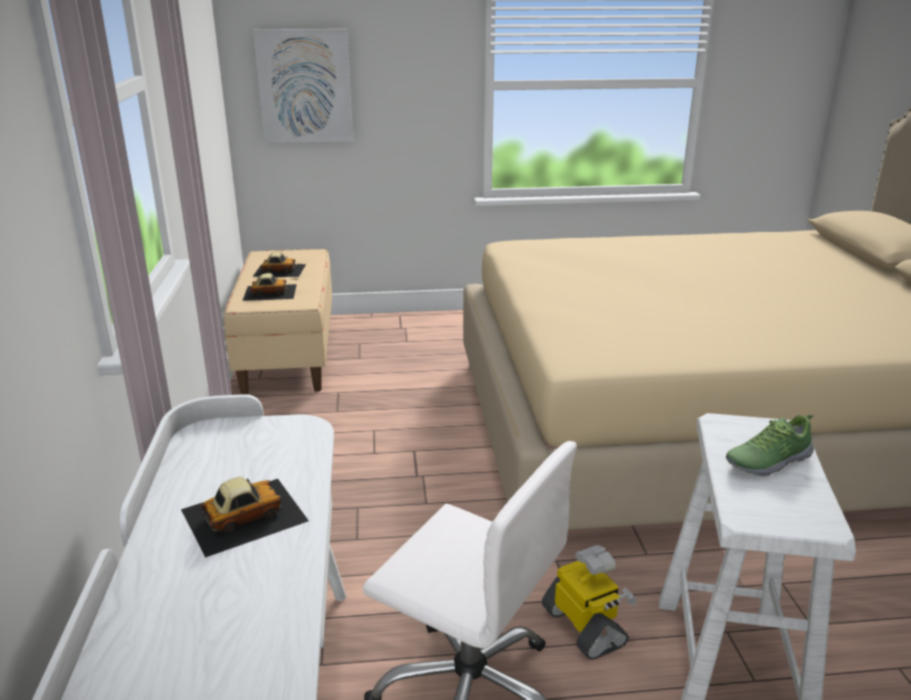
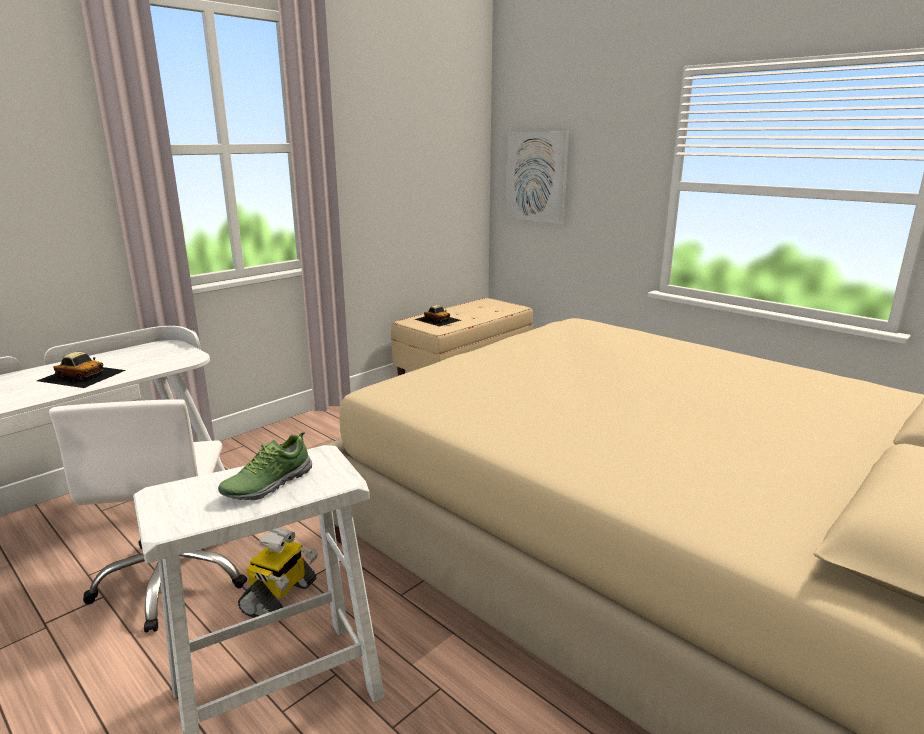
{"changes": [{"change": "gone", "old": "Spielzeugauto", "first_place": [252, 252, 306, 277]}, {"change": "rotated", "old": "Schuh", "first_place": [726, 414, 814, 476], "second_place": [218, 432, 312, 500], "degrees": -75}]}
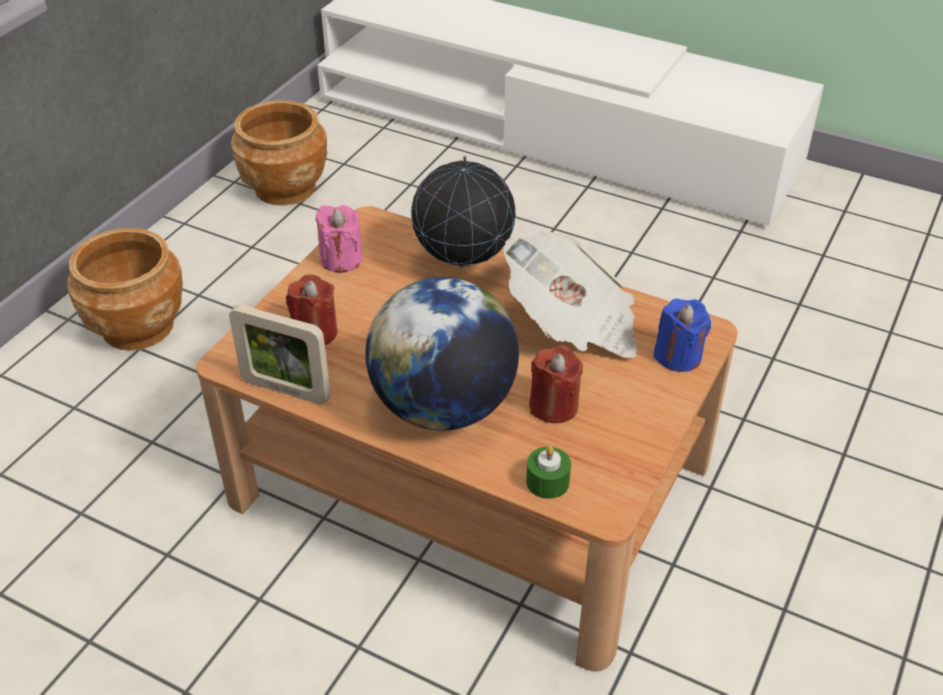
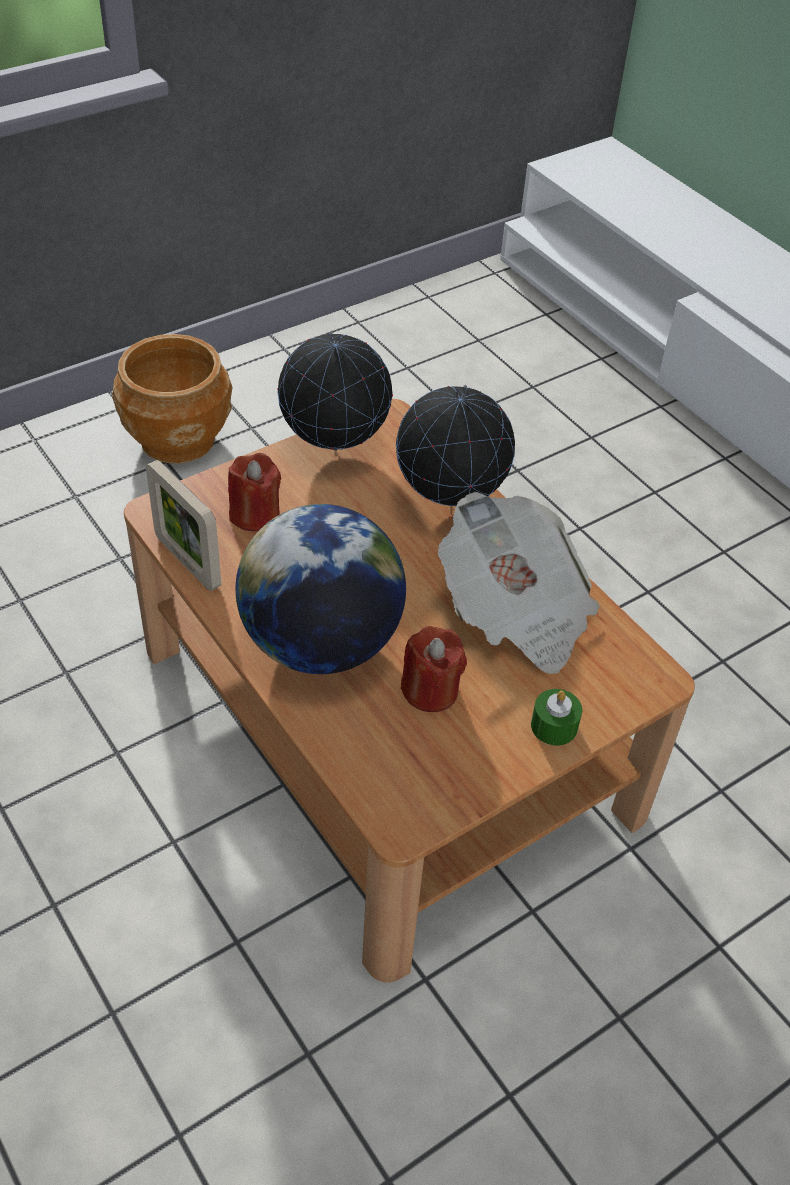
{"changes": [{"change": "gone", "old": "Pflanzkübel (braun)", "first_place": [231, 100, 328, 206]}, {"change": "swapped", "old": "Kerze (rosa)", "new": "Globus", "first_place": [315, 205, 363, 273], "second_place": [277, 331, 393, 451]}, {"change": "gone", "old": "Kerze (blau)", "first_place": [653, 298, 711, 372]}, {"change": "shifted", "old": "Kerze (grün)", "first_place": [526, 446, 571, 499], "second_place": [531, 689, 582, 746]}]}
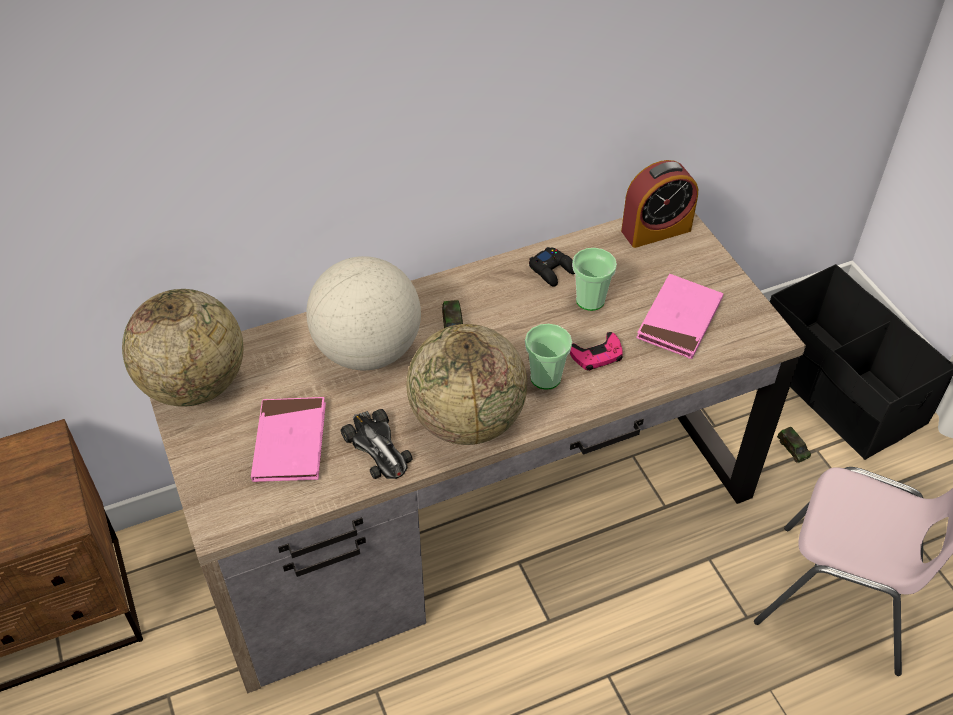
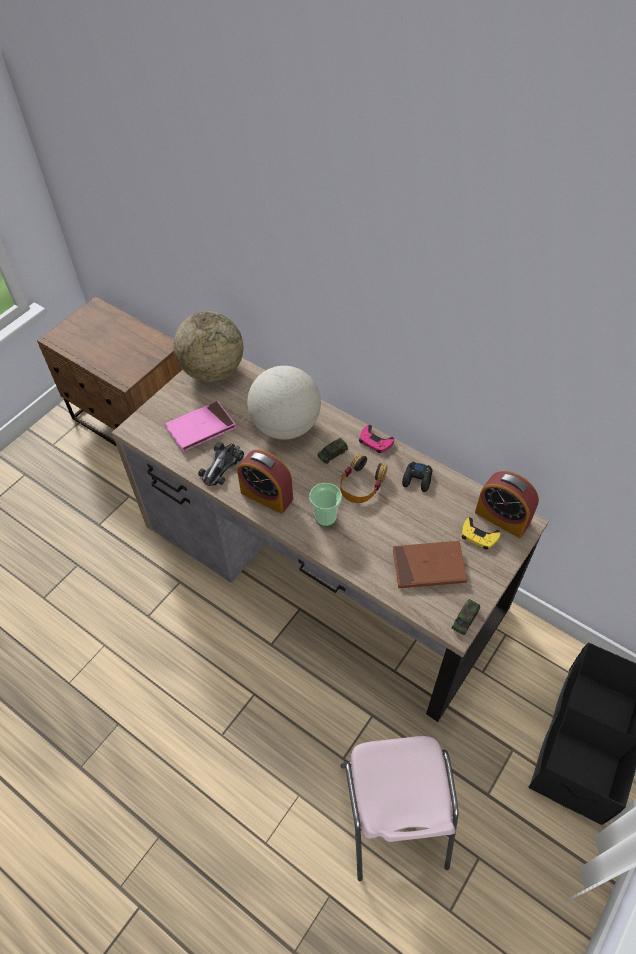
{"changes": [{"change": "gone", "old": "Tasse", "first_place": [572, 248, 617, 311]}, {"change": "repainted", "old": "Buch (rosa)", "new": "Buch (braun)", "first_place": [636, 274, 723, 359], "second_place": [393, 541, 467, 588]}, {"change": "swapped", "old": "Globus", "new": "Wecker", "first_place": [407, 324, 527, 445], "second_place": [237, 449, 293, 514]}, {"change": "shifted", "old": "Gamepad (rosa)", "first_place": [570, 332, 623, 371], "second_place": [359, 425, 394, 453]}, {"change": "shifted", "old": "Spielzeugauto", "first_place": [777, 427, 811, 463], "second_place": [451, 599, 480, 635]}, {"change": "new", "new": "Kopfhörer", "second_place": [340, 454, 387, 503]}, {"change": "new", "new": "Gamepad (gelb)", "second_place": [462, 517, 500, 550]}]}
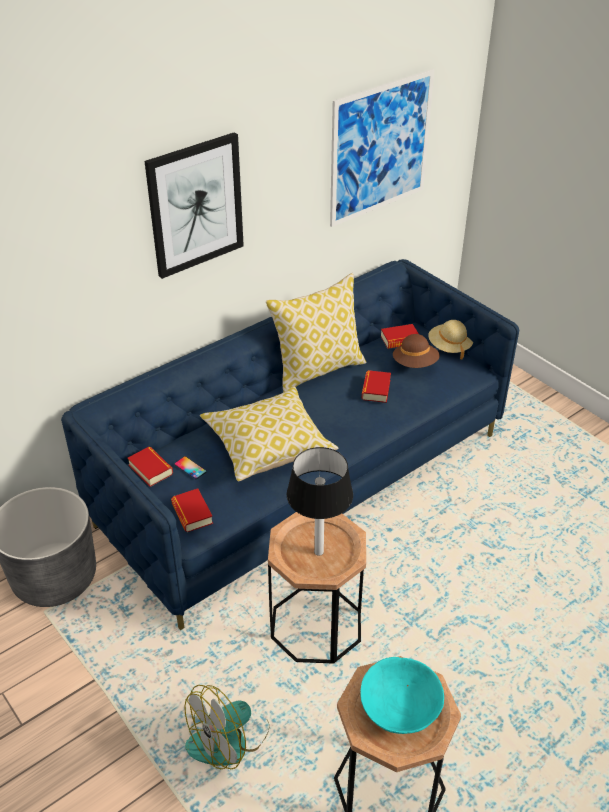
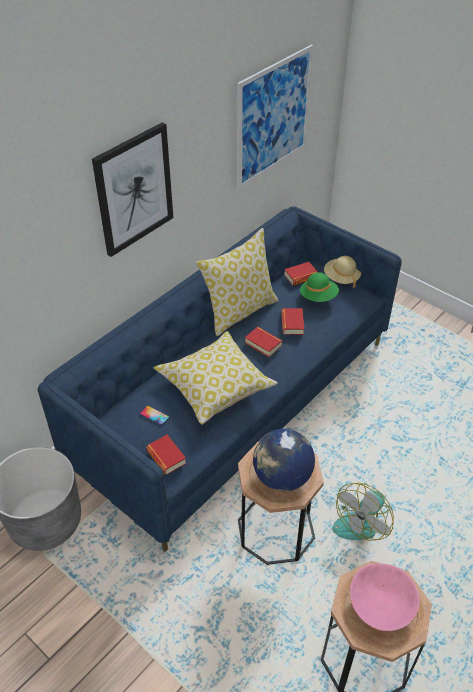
{"changes": [{"change": "repainted", "old": "Hut (braun)", "new": "Hut (grün)", "first_place": [393, 334, 440, 368], "second_place": [300, 272, 339, 302]}, {"change": "shifted", "old": "Buch", "first_place": [127, 447, 173, 487], "second_place": [245, 327, 283, 357]}, {"change": "swapped", "old": "Tischlampe", "new": "Globus", "first_place": [287, 447, 353, 556], "second_place": [253, 429, 315, 492]}, {"change": "repainted", "old": "Schüssel (türkis)", "new": "Schüssel (rosa)", "first_place": [360, 657, 444, 734], "second_place": [350, 564, 420, 631]}, {"change": "shifted", "old": "Ventilator", "first_place": [184, 685, 269, 769], "second_place": [332, 483, 394, 541]}]}
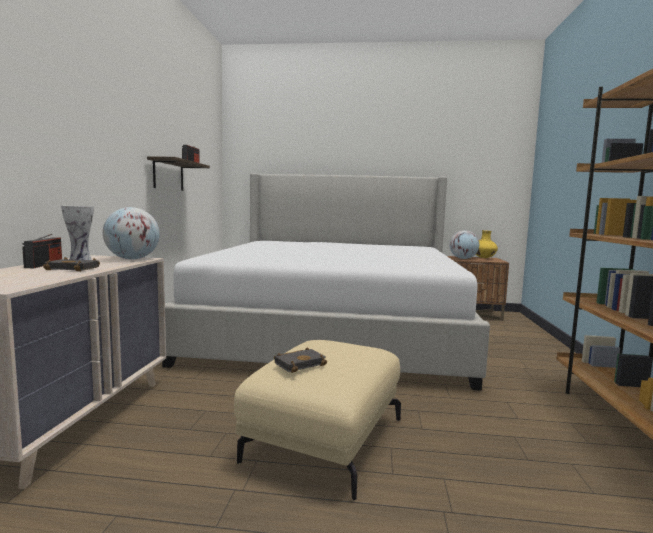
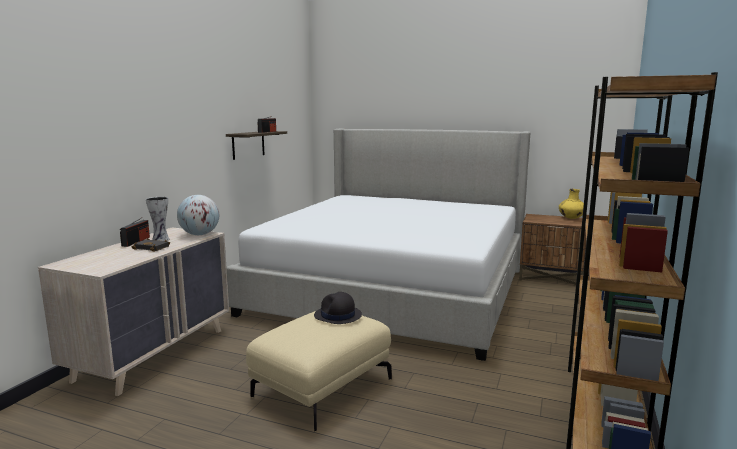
{"changes": [{"change": "gone", "old": "Globus", "first_place": [450, 231, 479, 259]}, {"change": "gone", "old": "Buch (schwarz)", "first_place": [274, 347, 327, 373]}, {"change": "new", "new": "Hut (schwarz)", "second_place": [314, 292, 362, 324]}]}
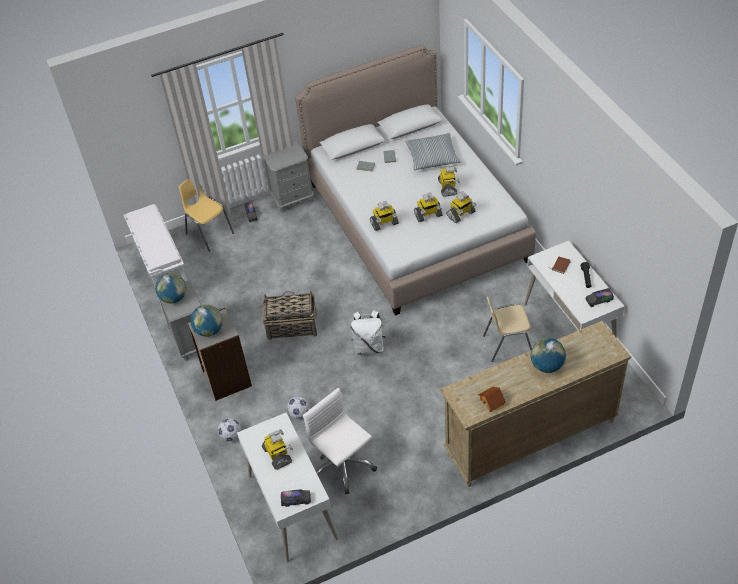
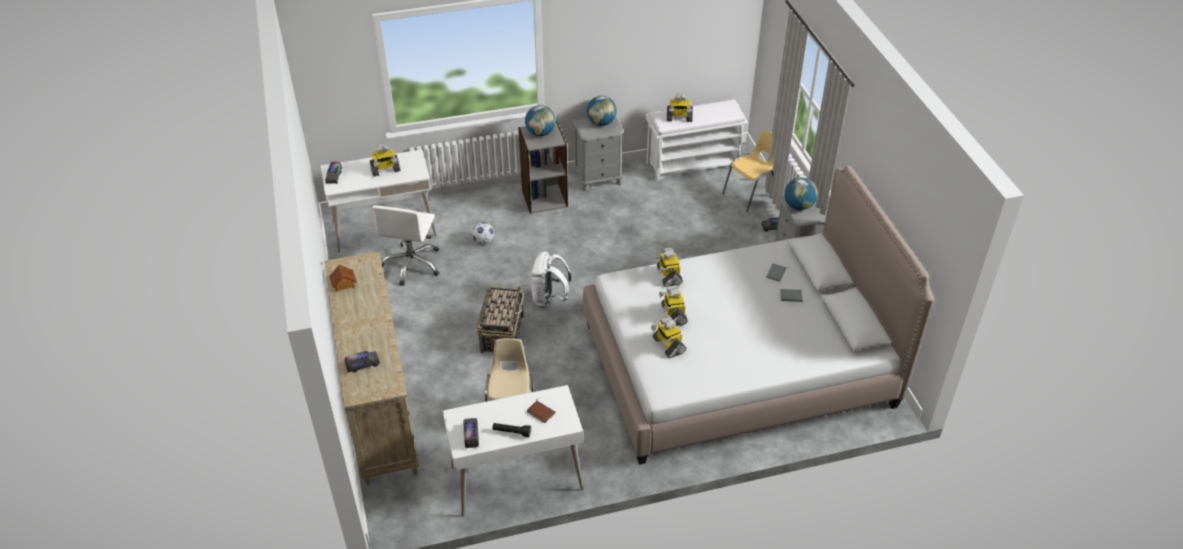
{"changes": [{"change": "gone", "old": "Kissen", "first_place": [405, 133, 461, 170]}, {"change": "shifted", "old": "Spielzeugroboter", "first_place": [438, 164, 460, 197], "second_place": [667, 92, 693, 122]}, {"change": "shifted", "old": "Korb", "first_place": [262, 291, 317, 340], "second_place": [477, 286, 524, 353]}, {"change": "shifted", "old": "Globus", "first_place": [530, 338, 566, 373], "second_place": [784, 177, 818, 210]}, {"change": "rotated", "old": "Bürostuhl (weiß)", "first_place": [303, 388, 377, 494], "second_place": [372, 205, 439, 286], "degrees": 135}, {"change": "gone", "old": "Fußball", "first_place": [218, 418, 241, 442]}, {"change": "new", "new": "Spielzeuglaster", "second_place": [345, 351, 380, 373]}]}
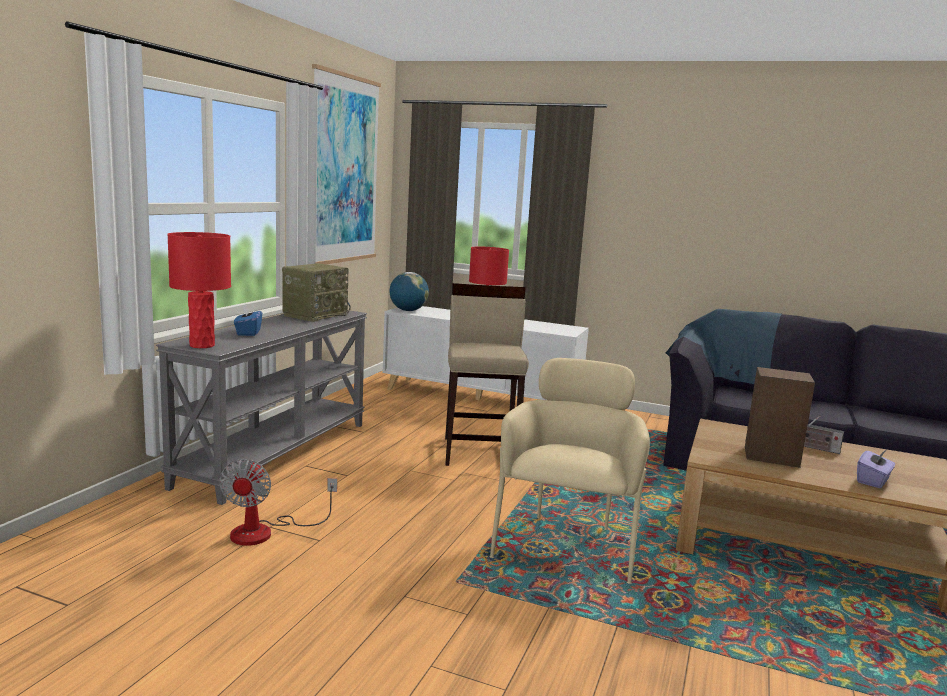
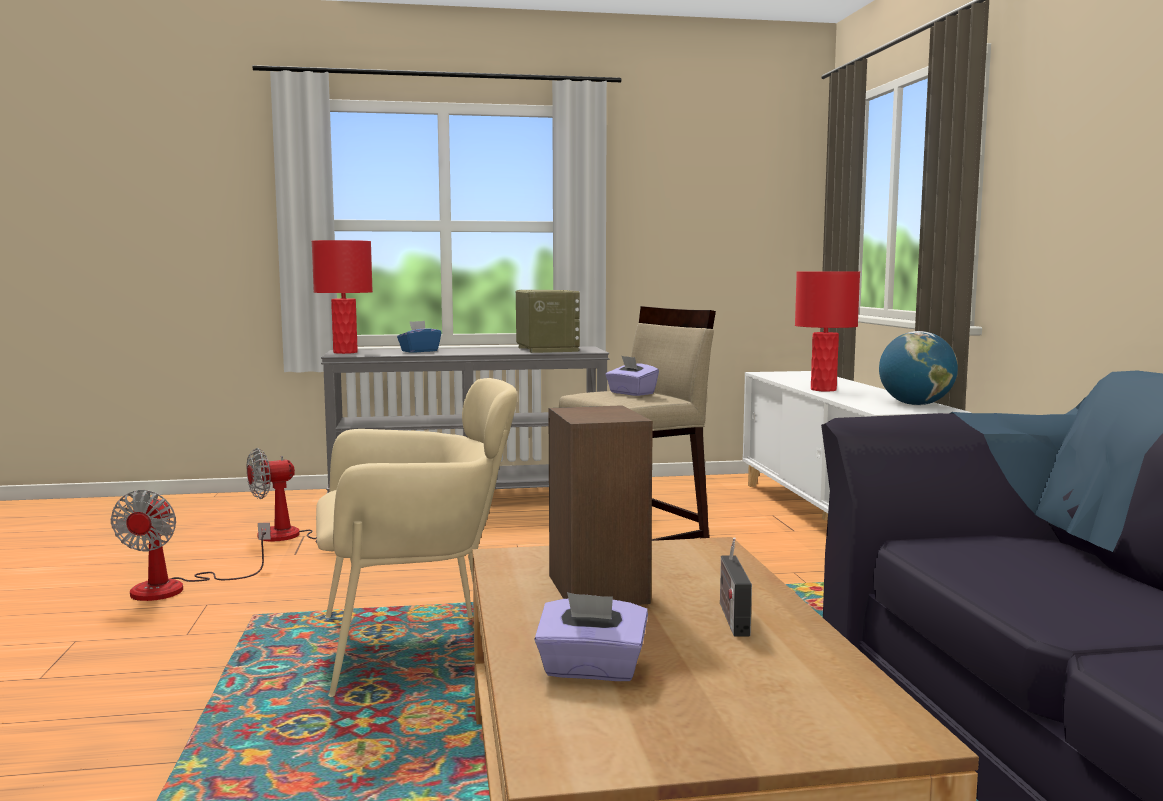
{"changes": [{"change": "gone", "old": "Bild", "first_place": [312, 64, 381, 264]}, {"change": "rotated", "old": "Radio", "first_place": [282, 263, 351, 322], "second_place": [516, 290, 580, 353], "degrees": -105}, {"change": "shifted", "old": "Globus", "first_place": [389, 272, 429, 311], "second_place": [879, 331, 958, 405]}, {"change": "new", "new": "Taschentuchbox (lila)", "second_place": [605, 356, 659, 396]}, {"change": "new", "new": "Ventilator", "second_place": [110, 490, 271, 601]}]}
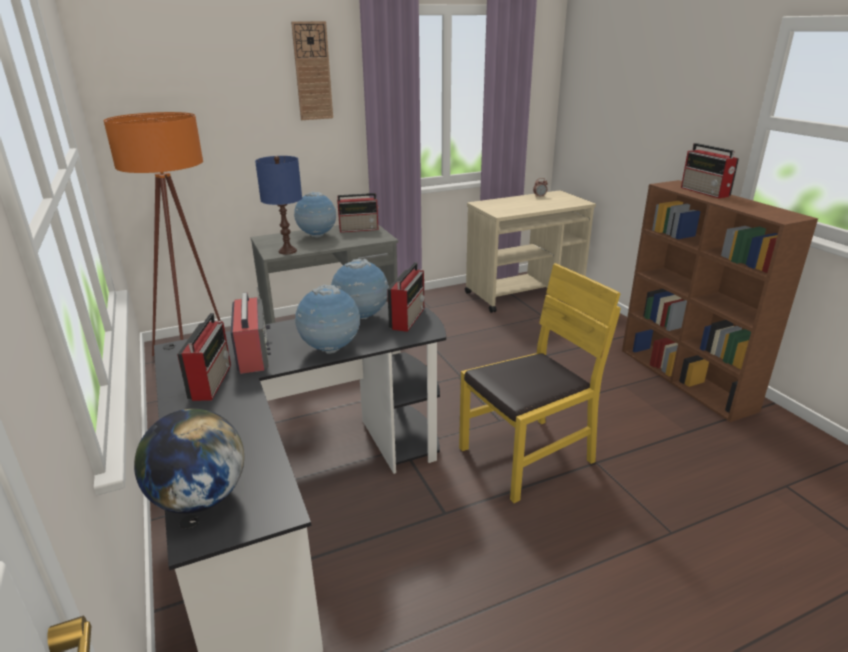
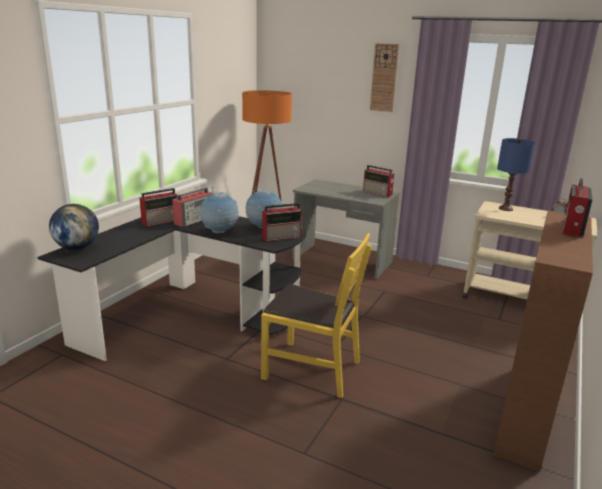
{"changes": [{"change": "shifted", "old": "Tischlampe (blau)", "first_place": [255, 156, 302, 254], "second_place": [497, 138, 535, 211]}, {"change": "gone", "old": "Globus", "first_place": [294, 192, 336, 238]}]}
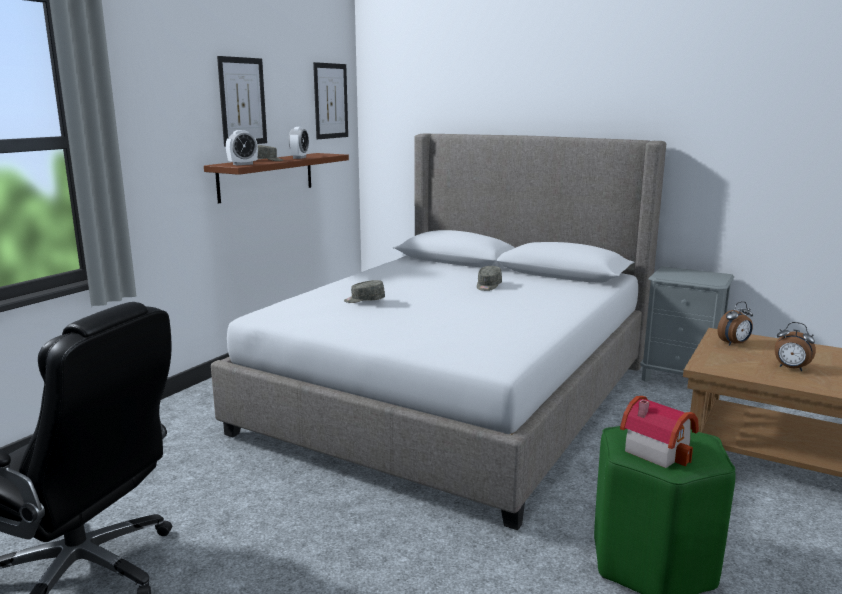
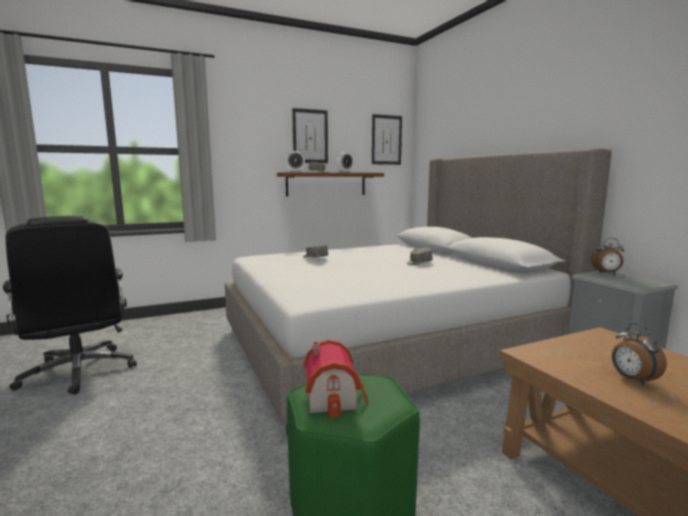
{"changes": [{"change": "shifted", "old": "Wecker", "first_place": [718, 301, 753, 346], "second_place": [591, 238, 624, 273]}]}
